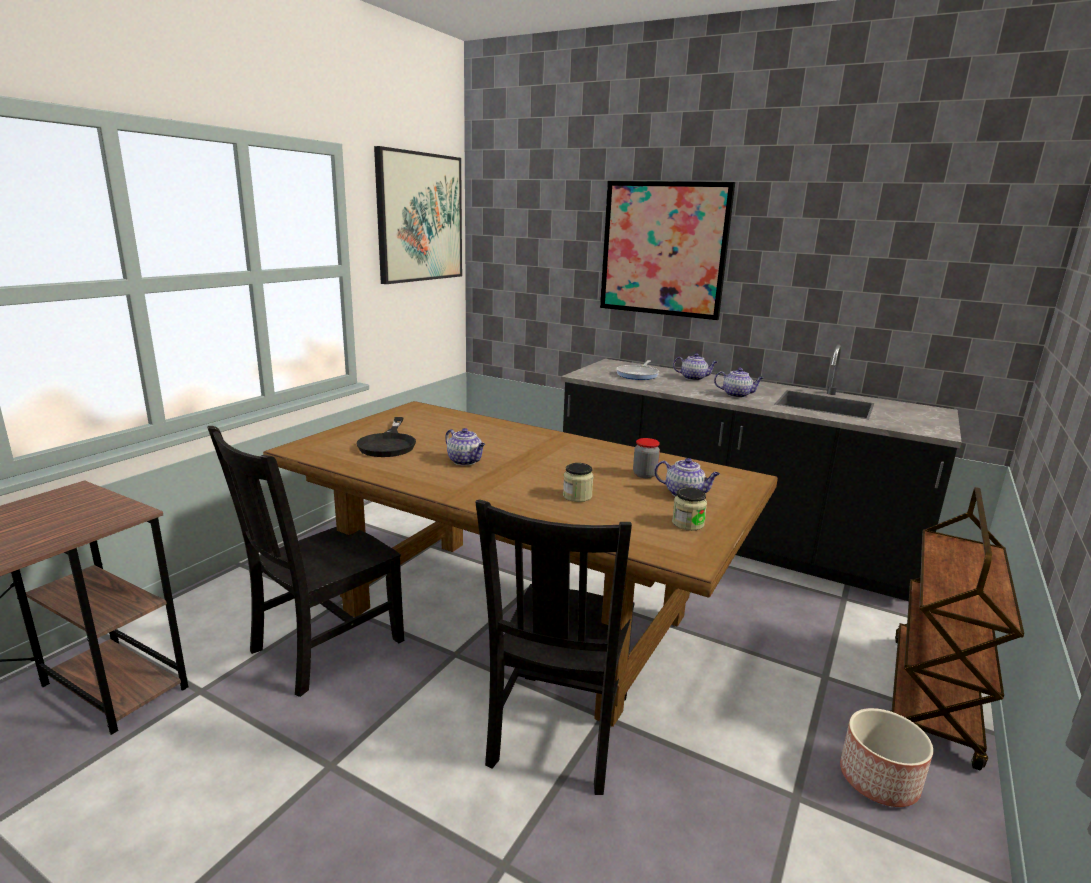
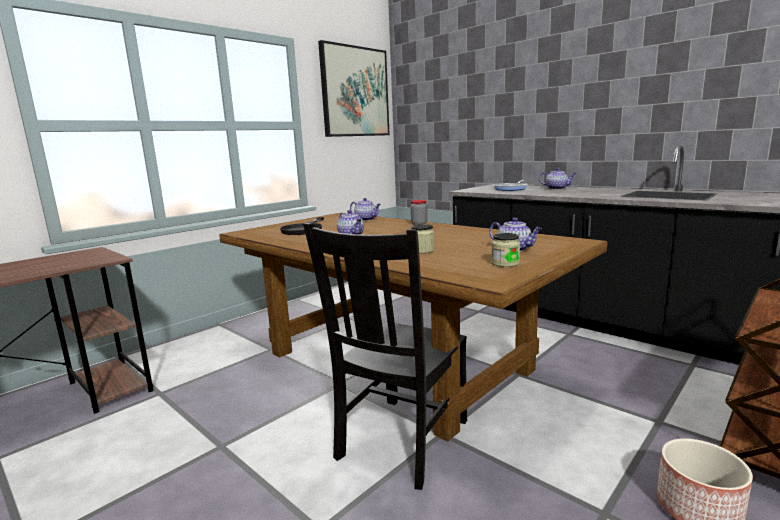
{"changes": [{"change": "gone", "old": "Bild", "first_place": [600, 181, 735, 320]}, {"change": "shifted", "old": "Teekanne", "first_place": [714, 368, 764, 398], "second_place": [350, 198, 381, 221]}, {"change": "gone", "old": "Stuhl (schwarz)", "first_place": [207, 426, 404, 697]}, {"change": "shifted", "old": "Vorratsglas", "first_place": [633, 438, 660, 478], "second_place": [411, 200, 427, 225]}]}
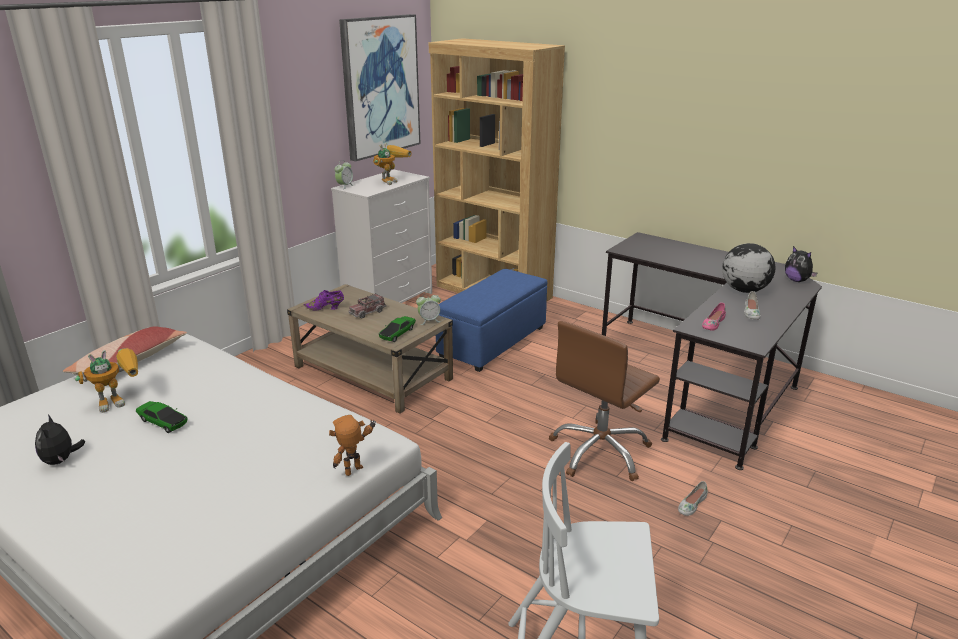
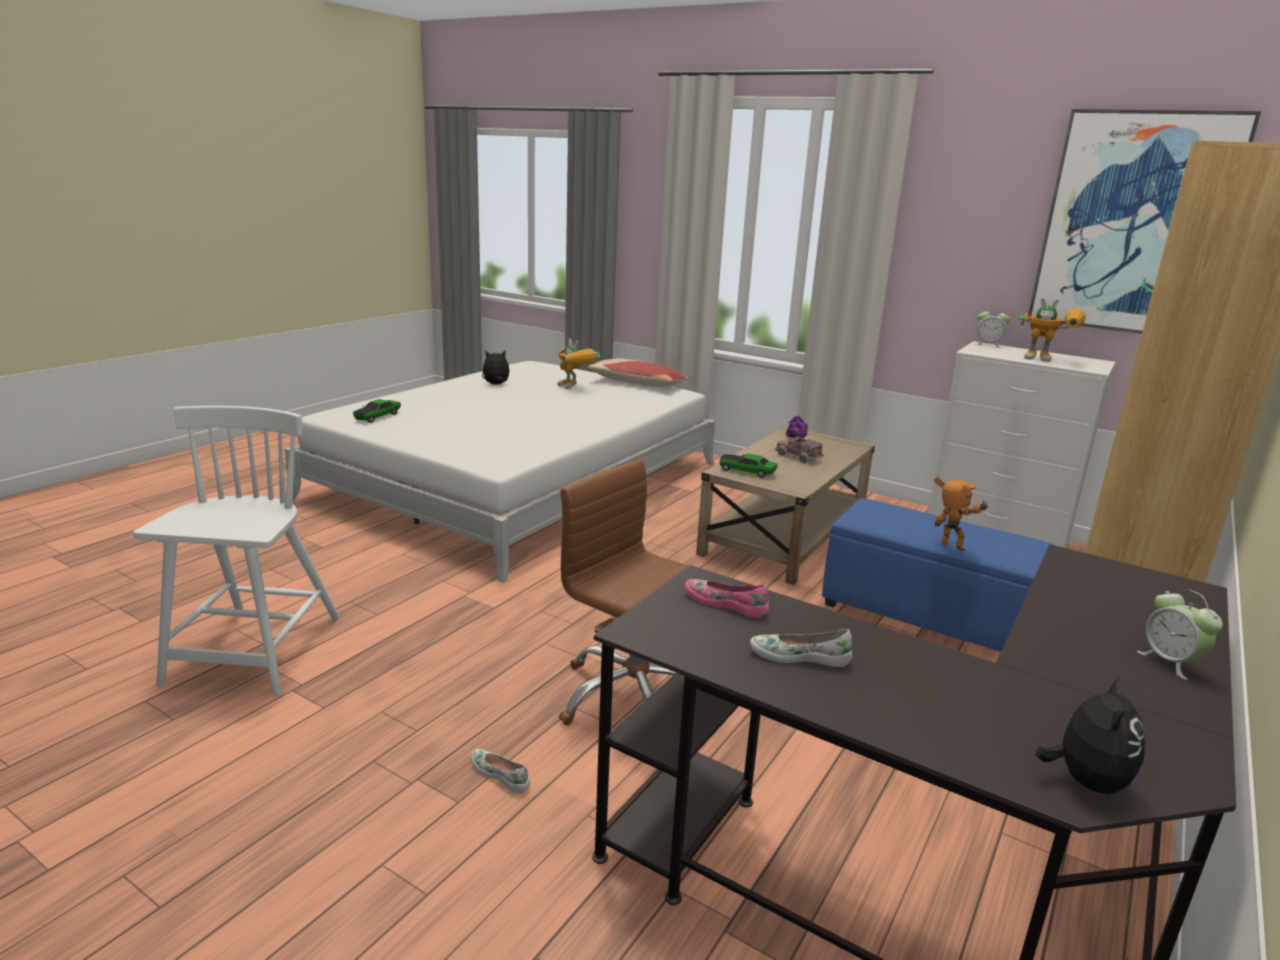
{"changes": [{"change": "gone", "old": "Globus", "first_place": [722, 243, 776, 293]}, {"change": "rotated", "old": "Plüschtier", "first_place": [785, 246, 817, 282], "second_place": [1035, 676, 1146, 794], "degrees": 150}, {"change": "shifted", "old": "Wecker", "first_place": [416, 292, 441, 325], "second_place": [1137, 590, 1223, 680]}, {"change": "shifted", "old": "Spielzeugauto", "first_place": [136, 401, 187, 433], "second_place": [353, 399, 401, 423]}, {"change": "shifted", "old": "Spielzeugroboter", "first_place": [329, 415, 376, 476], "second_place": [933, 477, 989, 551]}]}
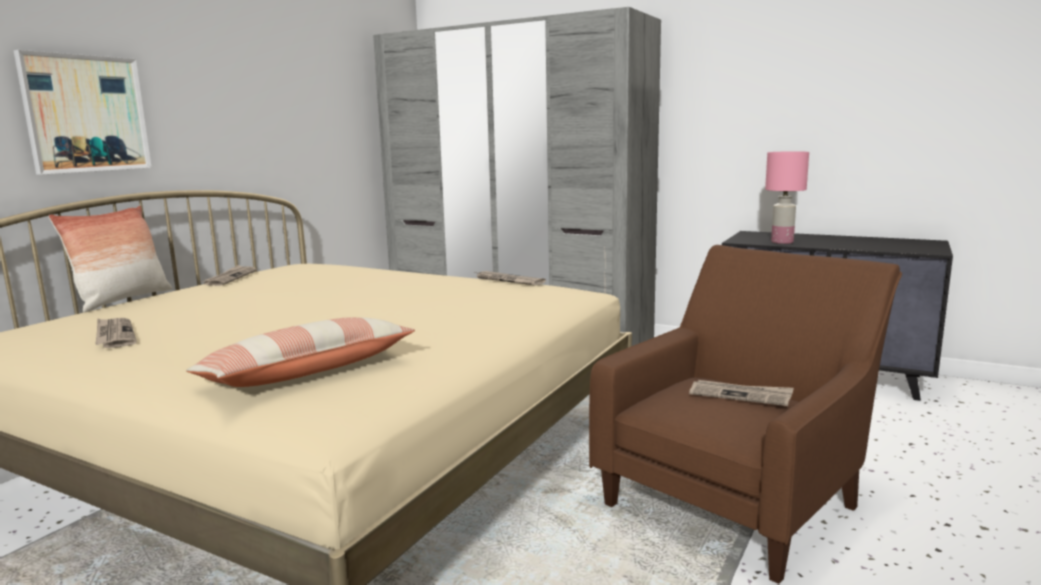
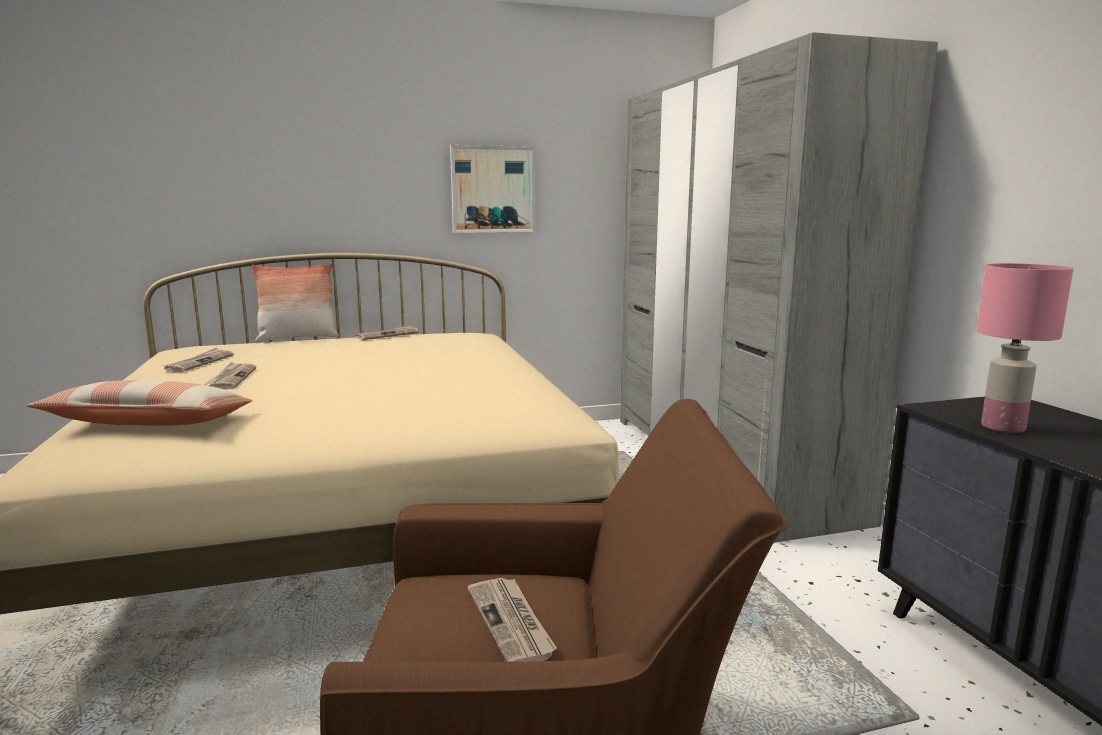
{"changes": [{"change": "shifted", "old": "Bild", "first_place": [14, 50, 152, 175], "second_place": [450, 145, 535, 233]}, {"change": "shifted", "old": "Zeitung", "first_place": [475, 271, 546, 286], "second_place": [204, 362, 256, 389]}]}
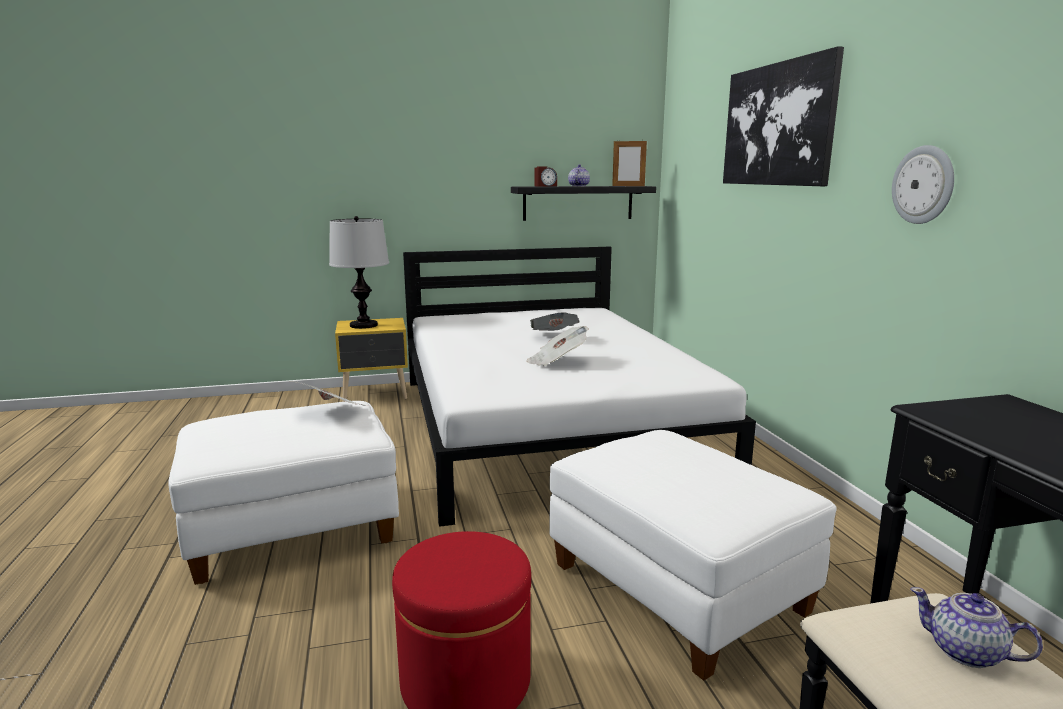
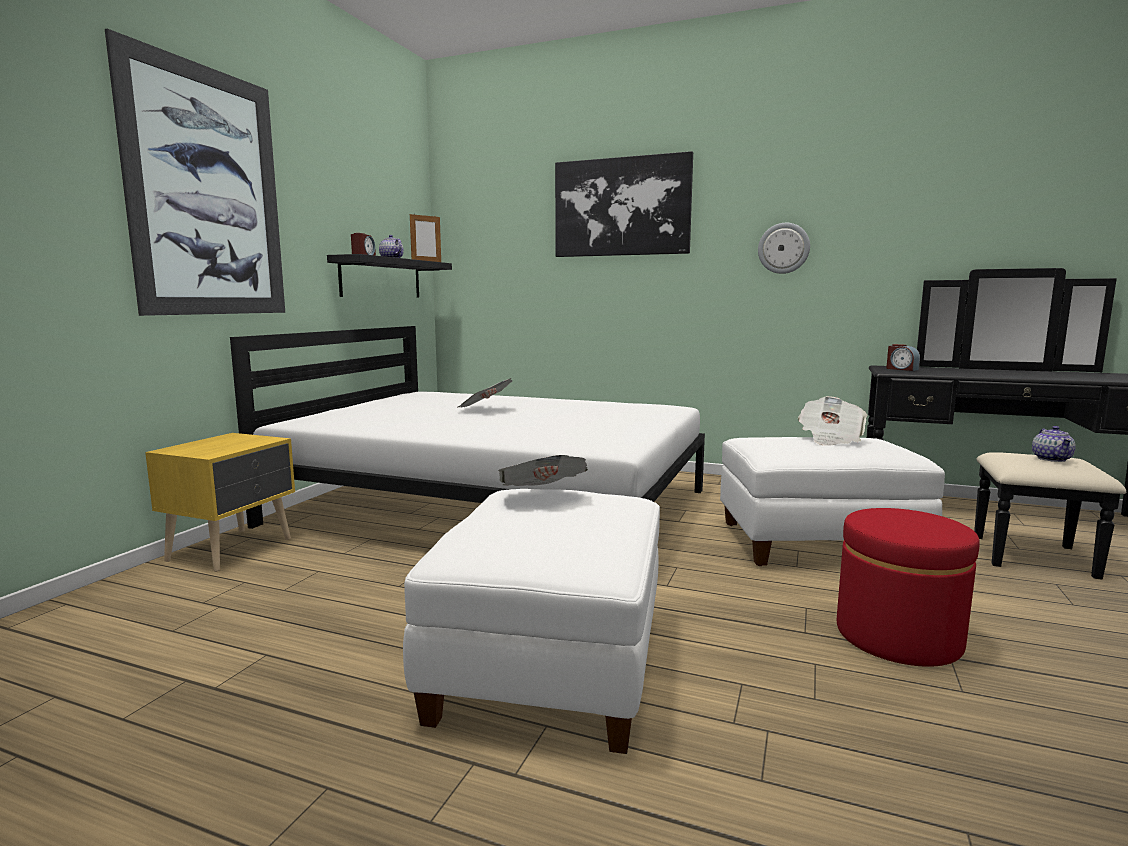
{"changes": [{"change": "gone", "old": "Tischlampe", "first_place": [329, 216, 389, 329]}, {"change": "shifted", "old": "Zeitung", "first_place": [526, 326, 589, 366], "second_place": [798, 396, 867, 446]}, {"change": "rotated", "old": "Teekanne", "first_place": [910, 587, 1043, 668], "second_place": [1032, 426, 1076, 462], "degrees": -60}, {"change": "new", "new": "Bild", "second_place": [105, 29, 285, 316]}, {"change": "new", "new": "Wecker", "second_place": [886, 344, 920, 371]}]}
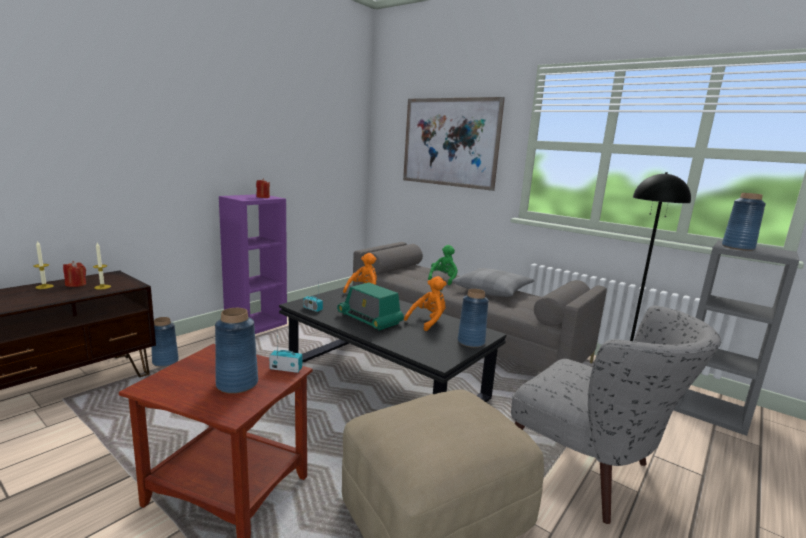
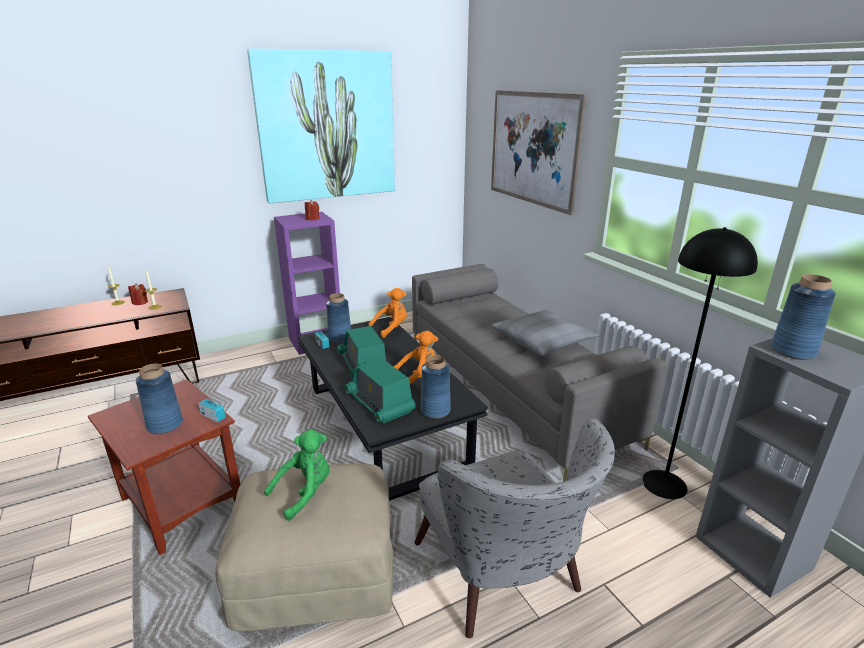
{"changes": [{"change": "shifted", "old": "Plüschtier (grün)", "first_place": [428, 245, 458, 285], "second_place": [264, 430, 330, 521]}, {"change": "shifted", "old": "Vase (blau)", "first_place": [151, 317, 179, 367], "second_place": [326, 293, 351, 343]}, {"change": "new", "new": "Bild", "second_place": [247, 48, 395, 203]}, {"change": "new", "new": "Radio", "second_place": [344, 358, 416, 424]}]}
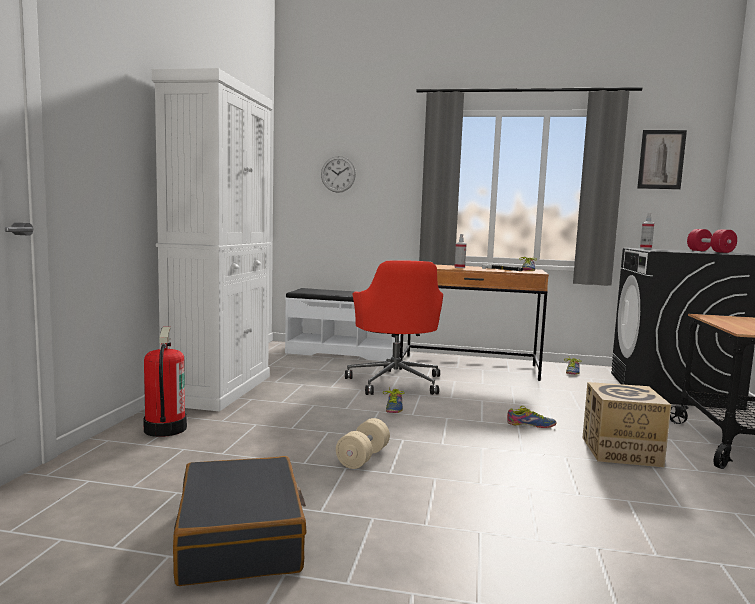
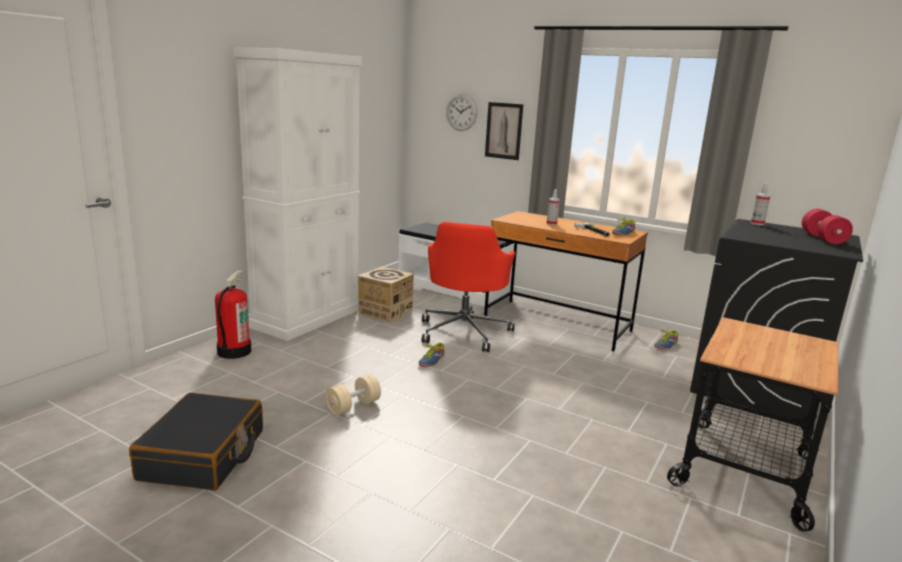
{"changes": [{"change": "shifted", "old": "Bild", "first_place": [637, 130, 687, 189], "second_place": [485, 102, 523, 160]}, {"change": "shifted", "old": "Karton", "first_place": [583, 382, 671, 467], "second_place": [358, 267, 414, 322]}, {"change": "gone", "old": "Schuh", "first_place": [507, 406, 556, 428]}]}
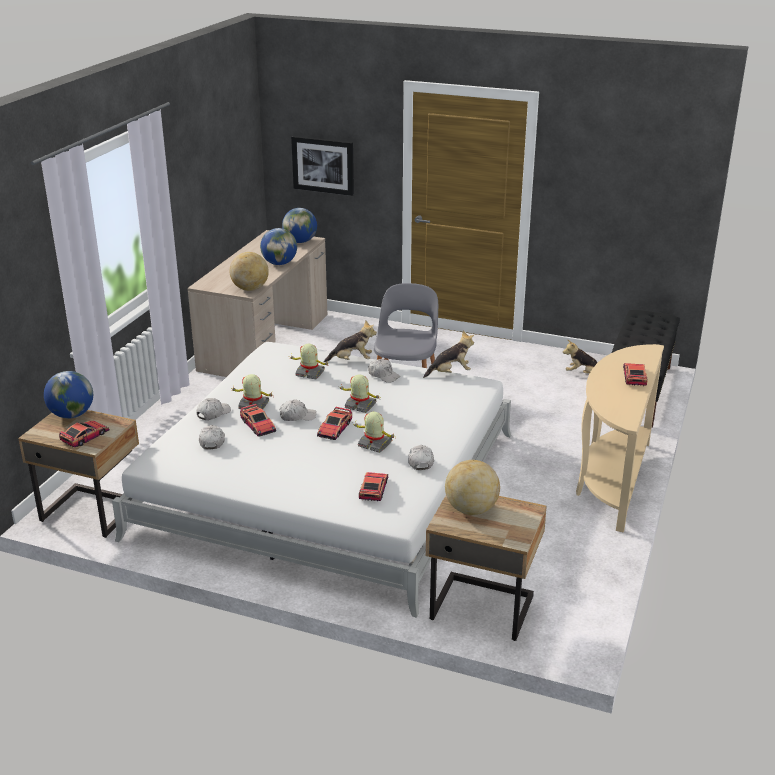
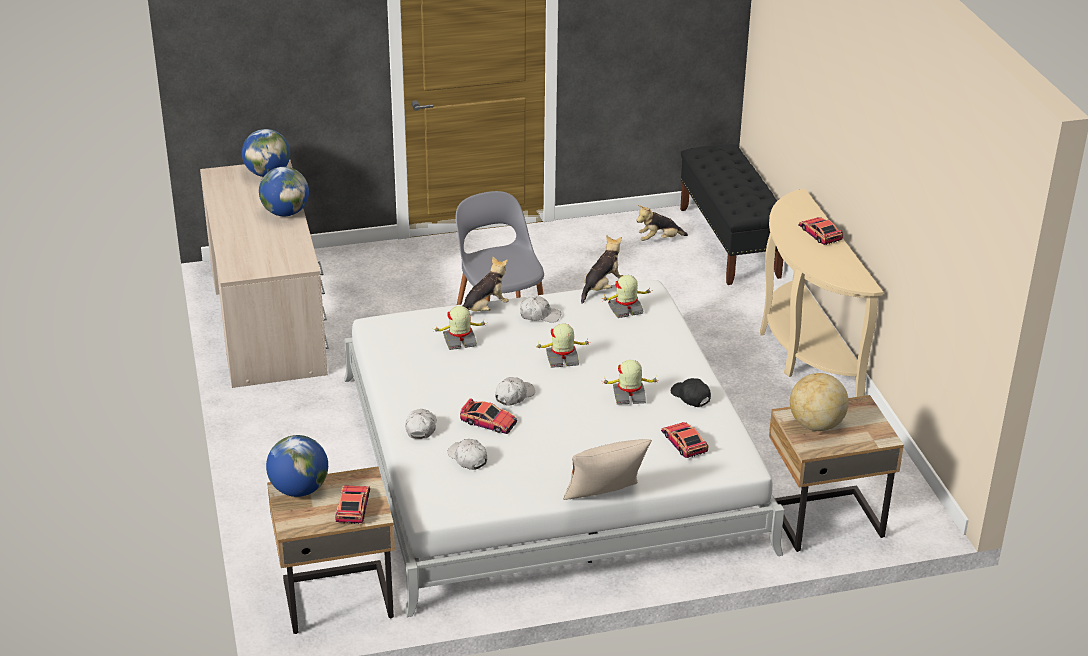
{"changes": [{"change": "gone", "old": "Bild", "first_place": [291, 136, 354, 196]}, {"change": "gone", "old": "Globus", "first_place": [230, 252, 269, 291]}, {"change": "shifted", "old": "Spielzeugroboter", "first_place": [230, 374, 273, 410], "second_place": [602, 275, 651, 318]}, {"change": "gone", "old": "Spielzeugauto", "first_place": [317, 407, 352, 440]}, {"change": "repainted", "old": "Kappe (weiß)", "new": "Kappe (schwarz)", "first_place": [408, 445, 434, 470], "second_place": [671, 378, 711, 407]}, {"change": "new", "new": "Kissen (beige)", "second_place": [563, 439, 652, 500]}]}
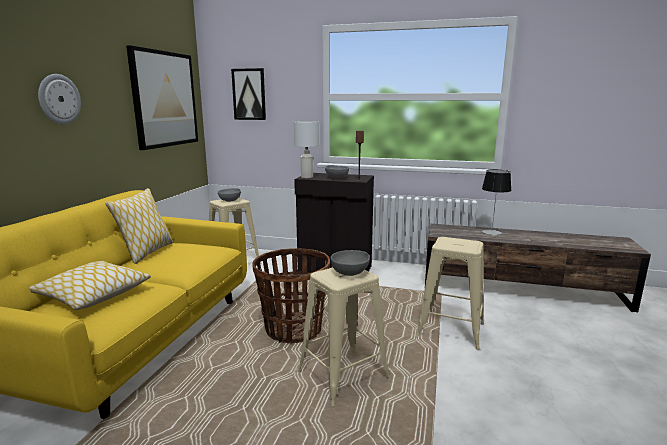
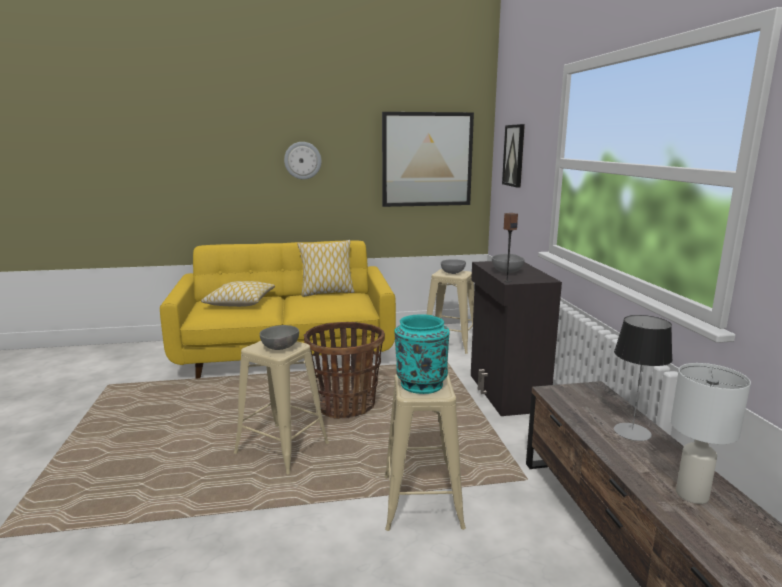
{"changes": [{"change": "shifted", "old": "Tischlampe (weiß)", "first_place": [294, 121, 319, 178], "second_place": [671, 363, 751, 504]}, {"change": "new", "new": "Vase (türkis)", "second_place": [394, 314, 450, 394]}]}
